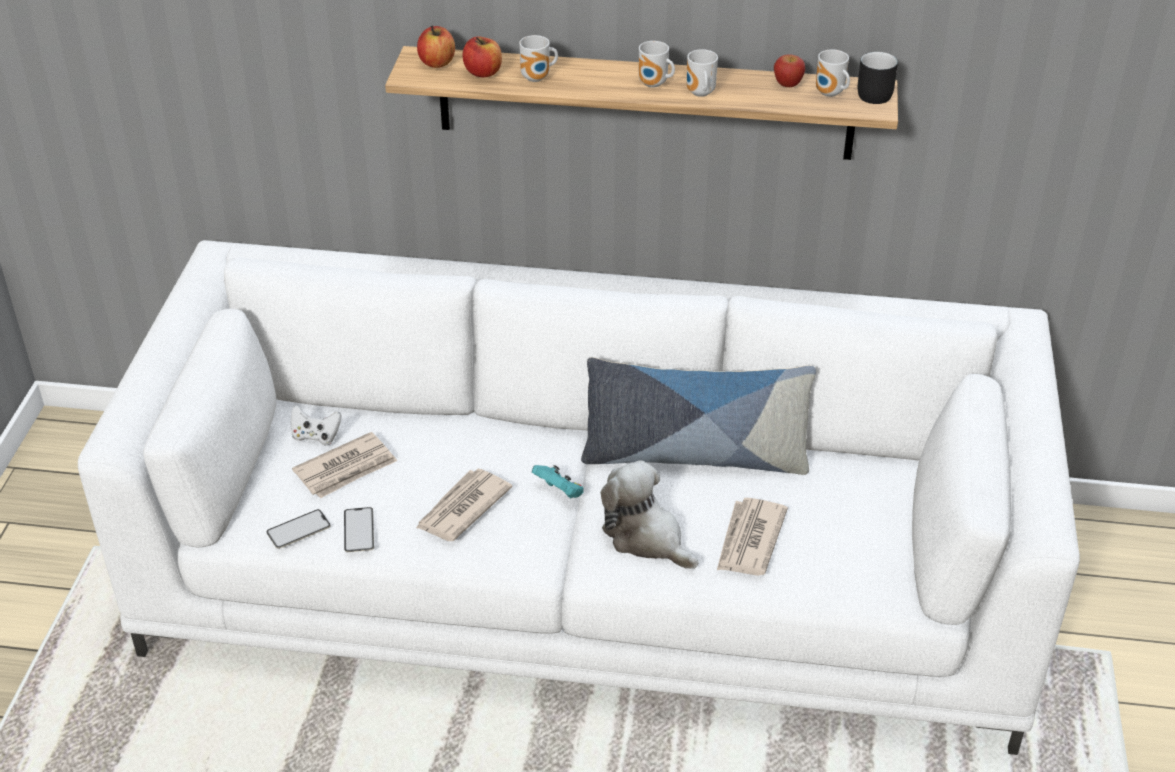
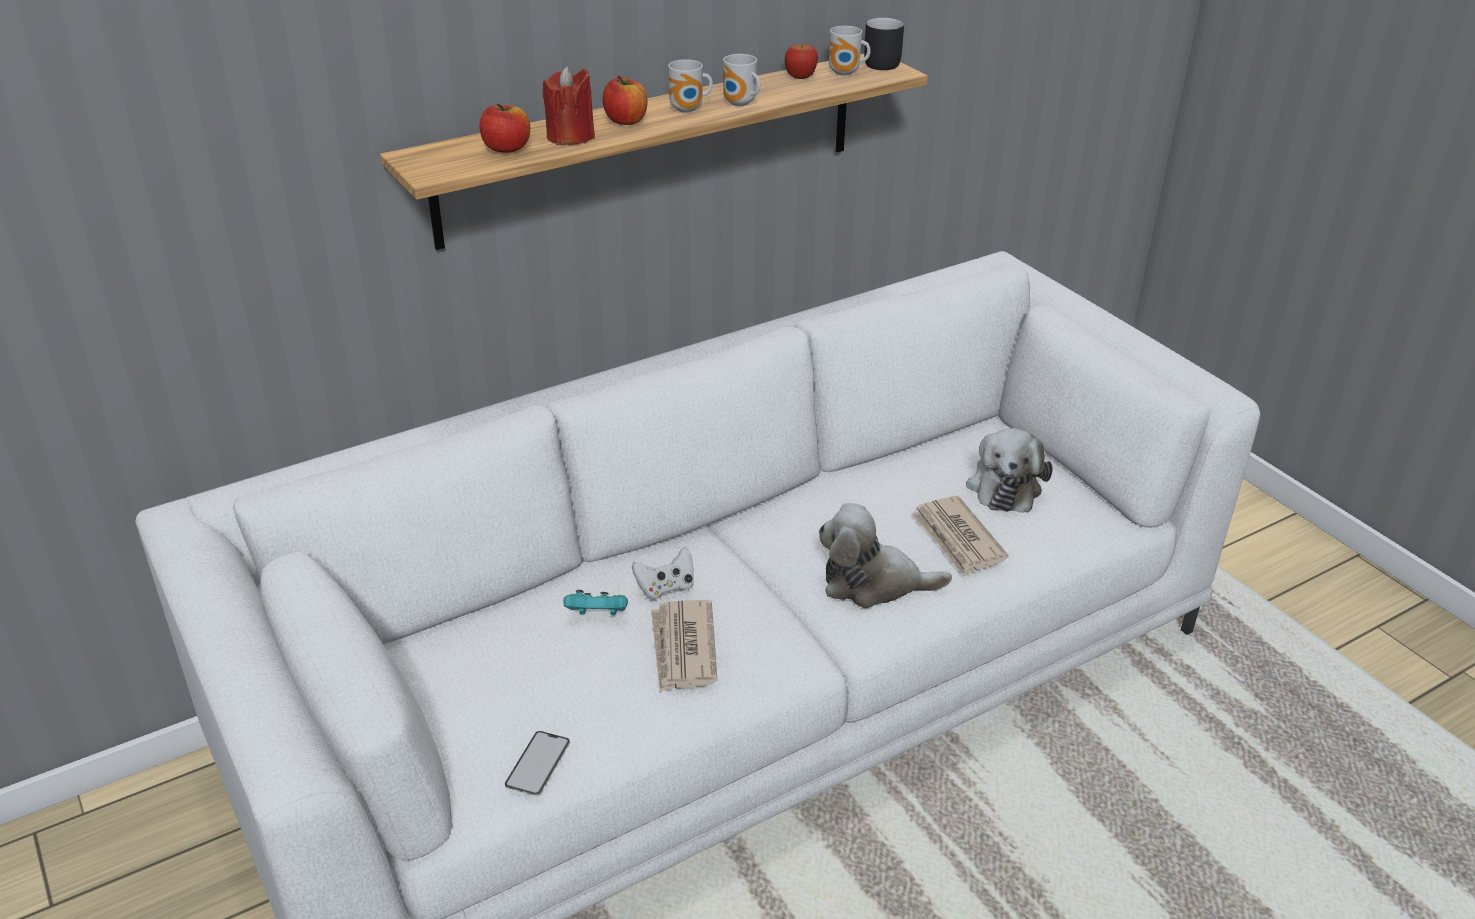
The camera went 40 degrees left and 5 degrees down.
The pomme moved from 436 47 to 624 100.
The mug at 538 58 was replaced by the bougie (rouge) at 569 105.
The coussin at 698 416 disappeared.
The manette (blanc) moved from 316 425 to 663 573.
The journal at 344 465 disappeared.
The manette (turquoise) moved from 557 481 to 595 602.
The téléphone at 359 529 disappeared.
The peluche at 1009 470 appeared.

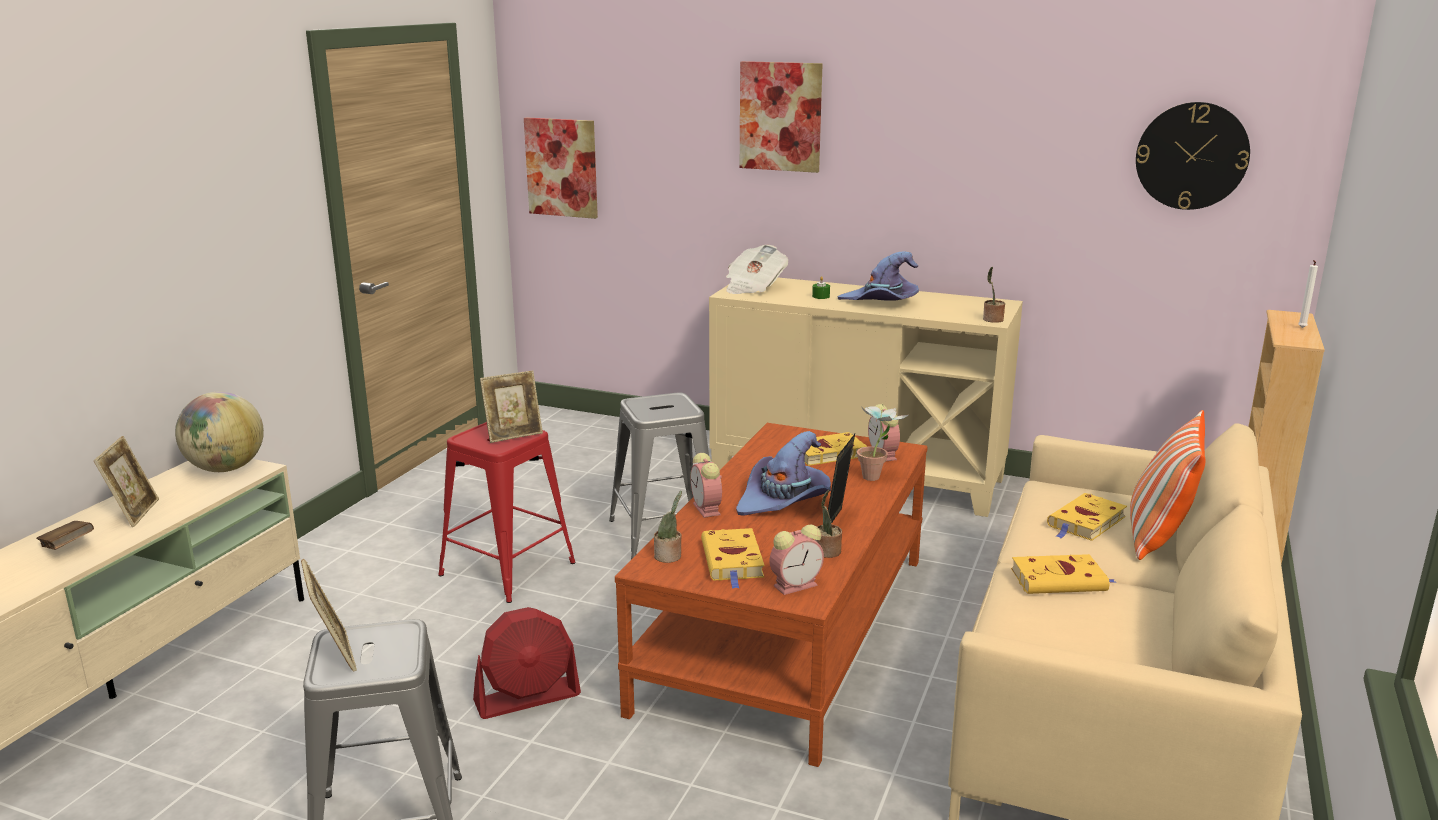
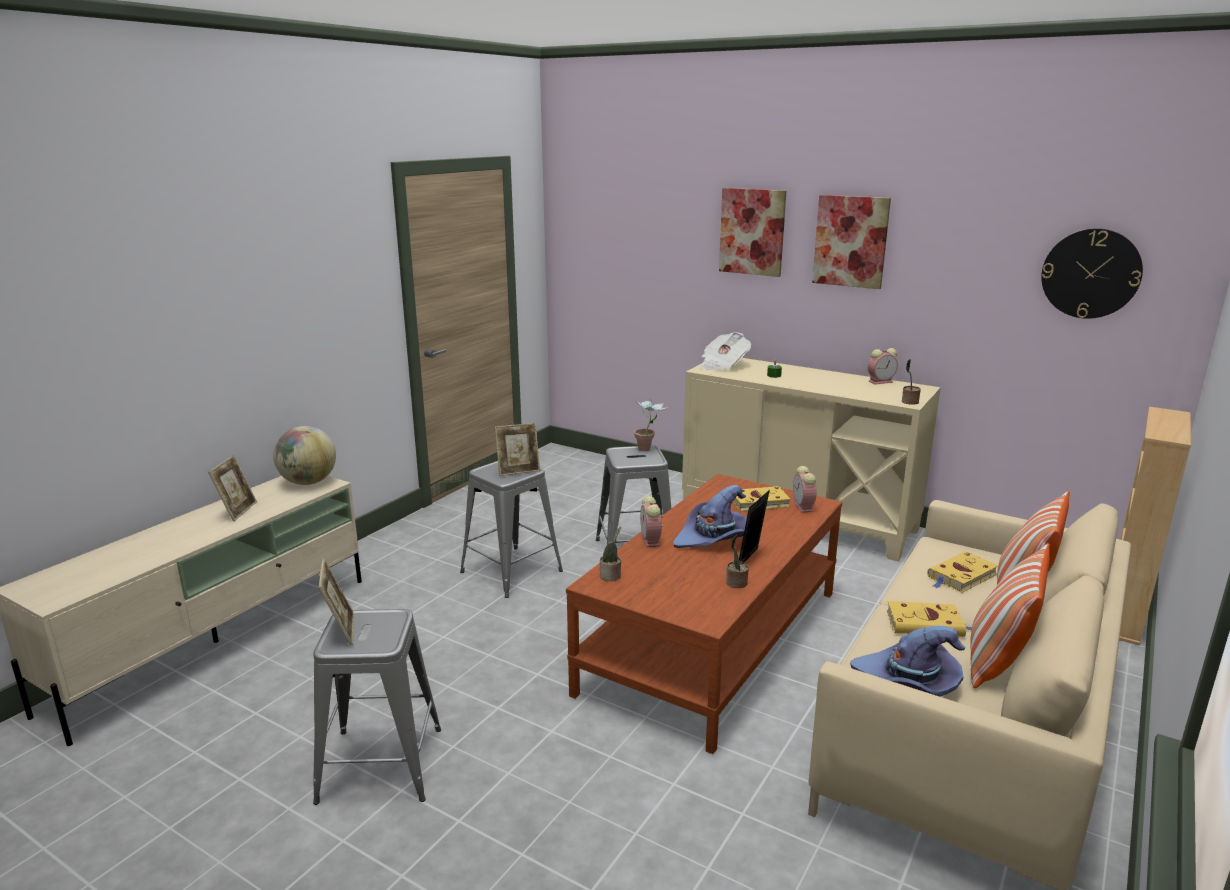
The camera went 10 degrees right and 0 degrees up.
The tableau moved from 561 168 to 851 242.
The chapeau (violet) moved from 878 276 to 907 661.
The bougie (blanc) at 1308 294 disappeared.
The plante en pot moved from 883 442 to 651 425.
The tabouret (rouge) at 507 512 became the tabouret (gris) at 511 529.
The livre (marron) at 65 535 disappeared.
The réveil moved from 796 560 to 883 366.
The livre (jaune) at 733 558 disappeared.
The ventilateur (rouge) at 527 663 disappeared.
The coussin at 1010 615 appeared.

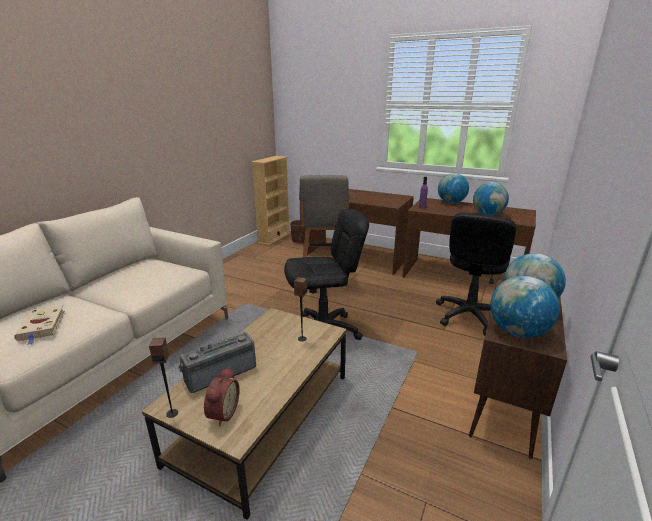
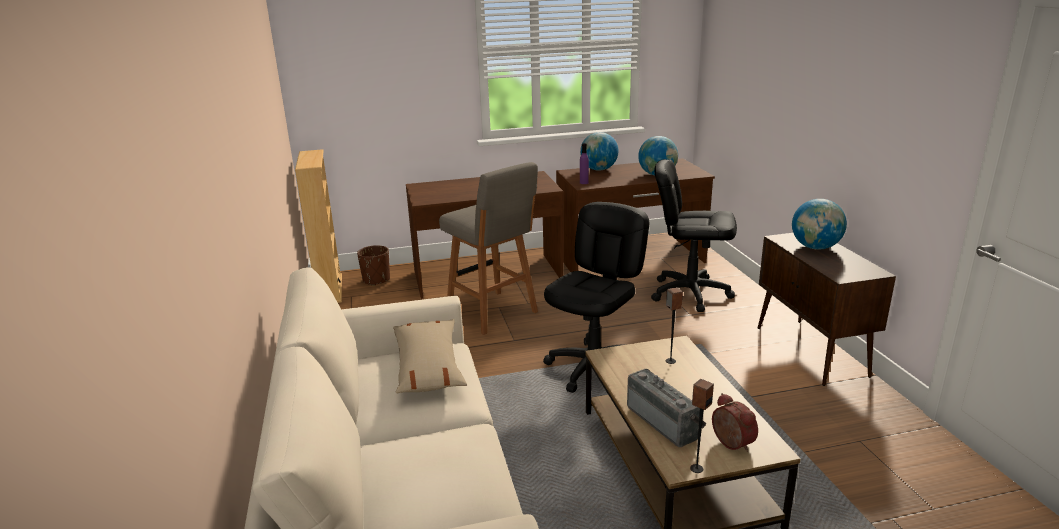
The camera went 40 degrees left and 0 degrees up.
The chaise de bureau (noir) at 476 274 turned 120 degrees clockwise.
The globe at 525 307 disappeared.
The livre (beige) at 39 325 disappeared.
The radio at 217 362 turned 135 degrees clockwise.
The coussin (beige) at 430 356 appeared.

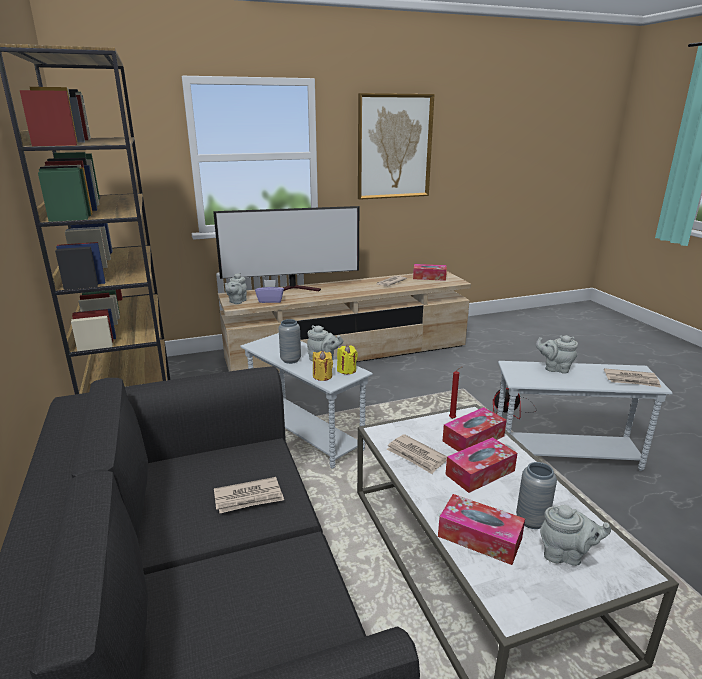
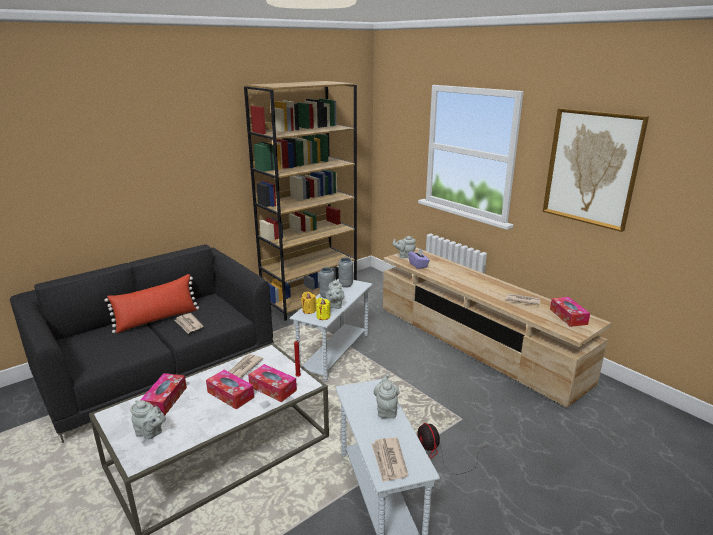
The camera went 70 degrees right and 0 degrees up.
The téléviseur at 286 248 disappeared.
The vase (gris) moved from 536 495 to 345 273.
The théière (gris) at 575 535 turned 60 degrees counterclockwise.
The coussin (rouge) at 151 303 appeared.

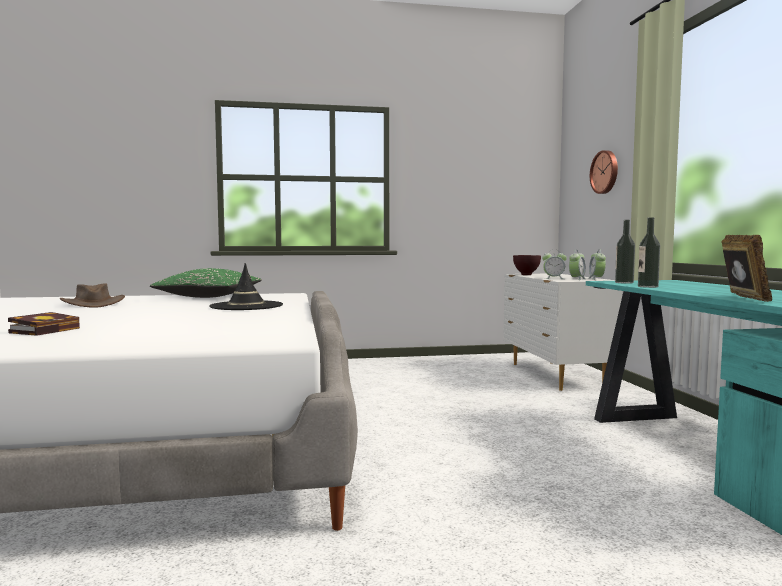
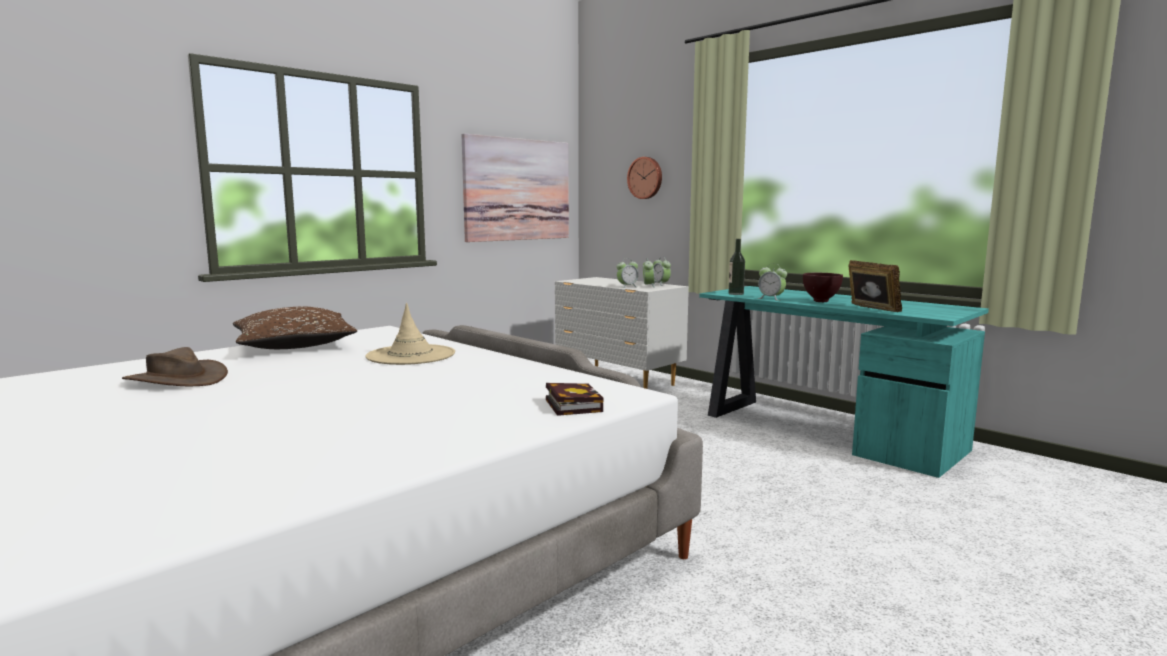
The camera went 35 degrees left and 5 degrees up.
The bouteille at 649 252 was replaced by the réveil at 772 282.
The bol (marron) moved from 527 265 to 823 287.
The chapeau (noir) at 246 286 became the chapeau (beige) at 410 334.
The coussin (vert) at 206 283 became the coussin (marron) at 295 328.
The livre moved from 44 324 to 575 399.
The tableau at 515 187 appeared.

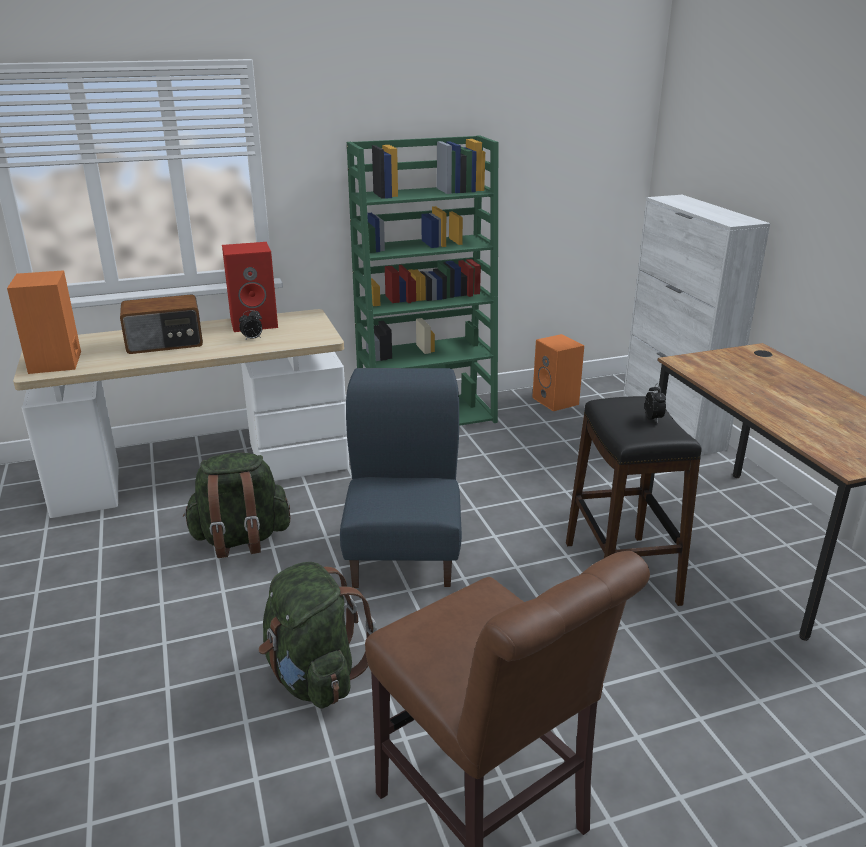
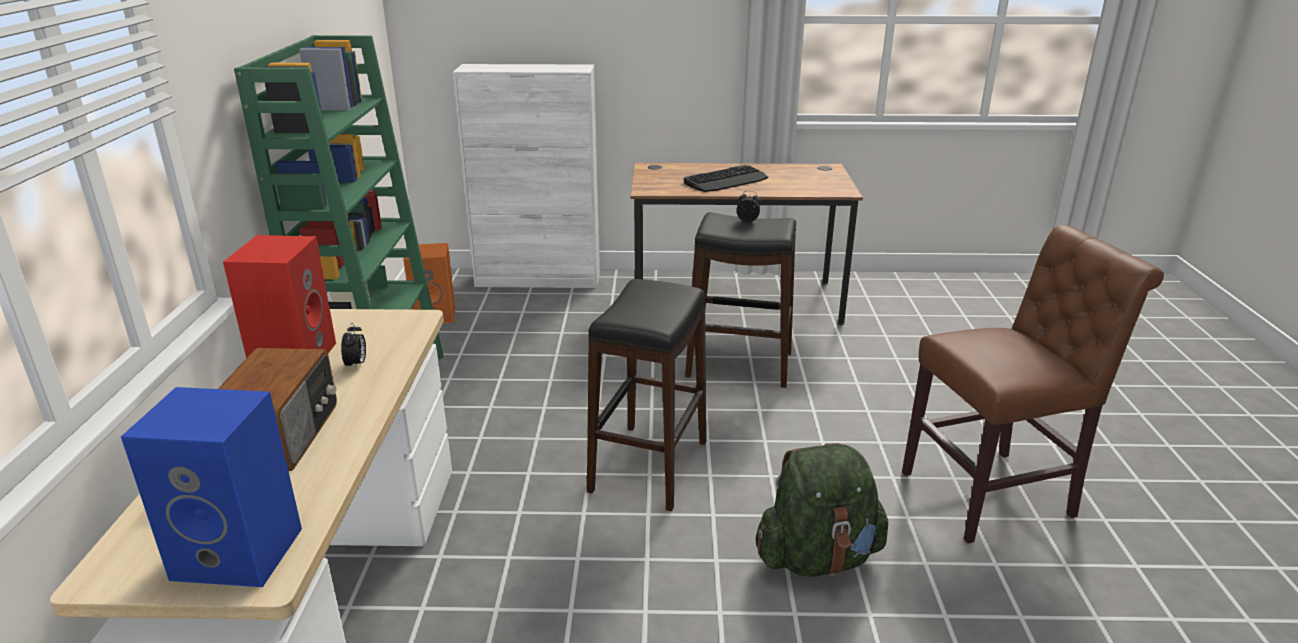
The camera went 70 degrees left and 0 degrees up.
The enceinte (orange) at 44 322 became the enceinte (bleu) at 211 487.
The chaise (bleu) at 401 478 was replaced by the tabouret (noir) at 647 395.
The sac à dos (vert) at 236 505 disappeared.
The clavier at 726 178 appeared.

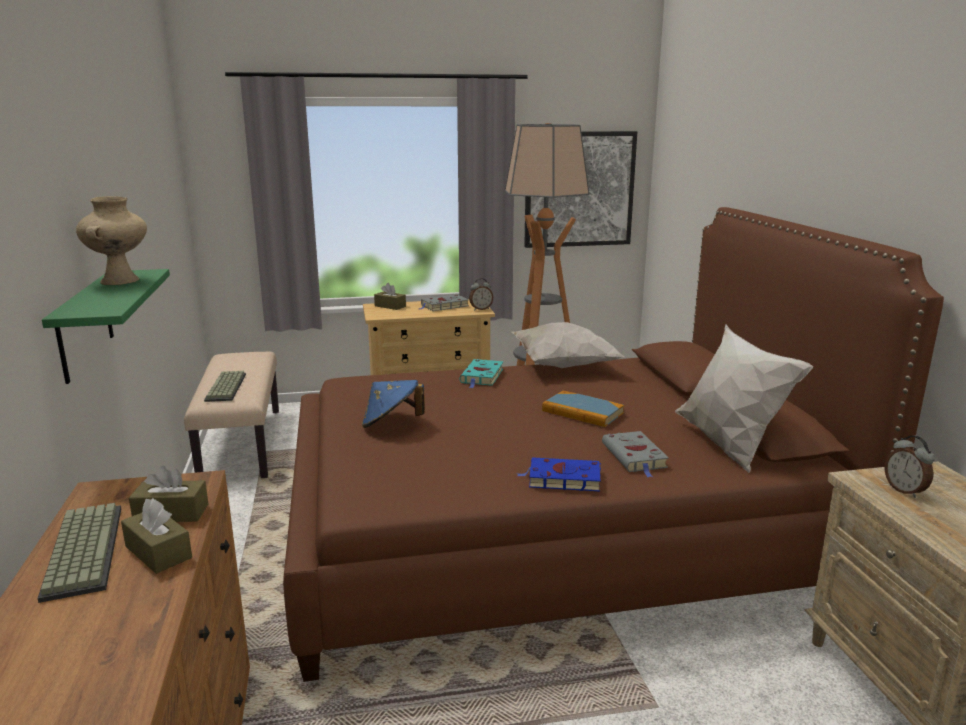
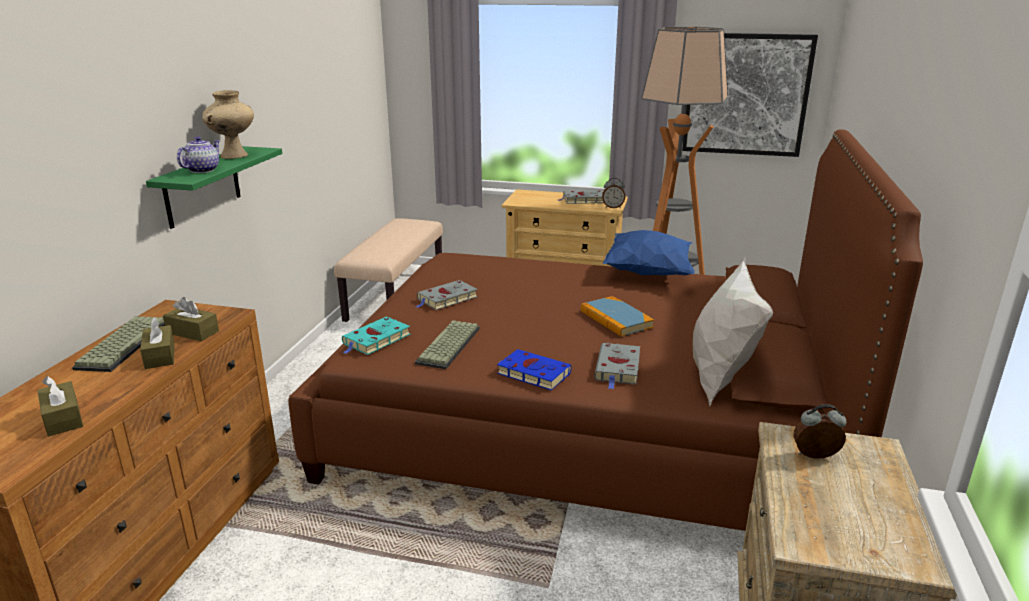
The camera went 25 degrees right and 5 degrees up.
The boîte à mouchoirs (marron) moved from 390 296 to 60 406.
The coussin (blanc) at 568 345 became the coussin (bleu) at 648 252.
The livre (turquoise) moved from 481 373 to 376 336.
The clavier moved from 225 386 to 447 344.
The chapeau (bleu) at 393 404 was replaced by the livre (gris) at 447 295.
The réveil at 909 466 turned 90 degrees clockwise.
The théière at 198 155 appeared.

